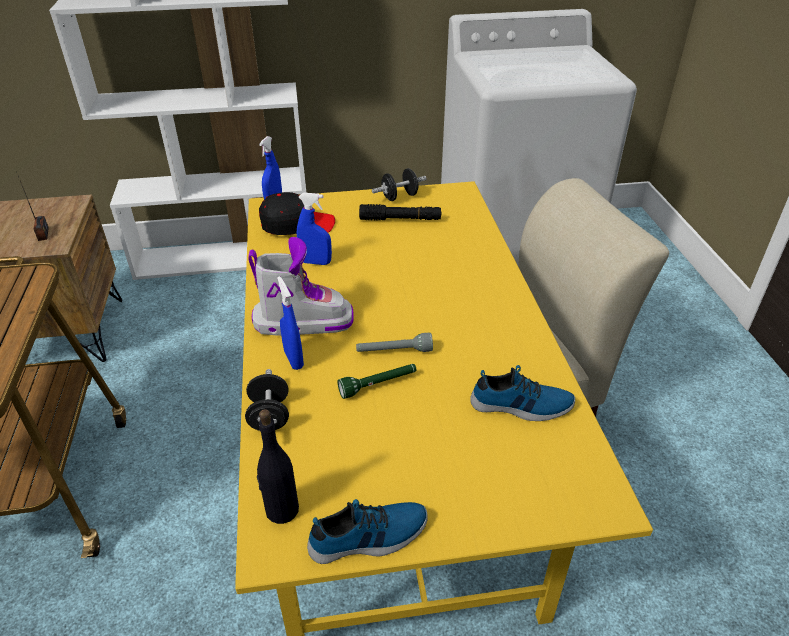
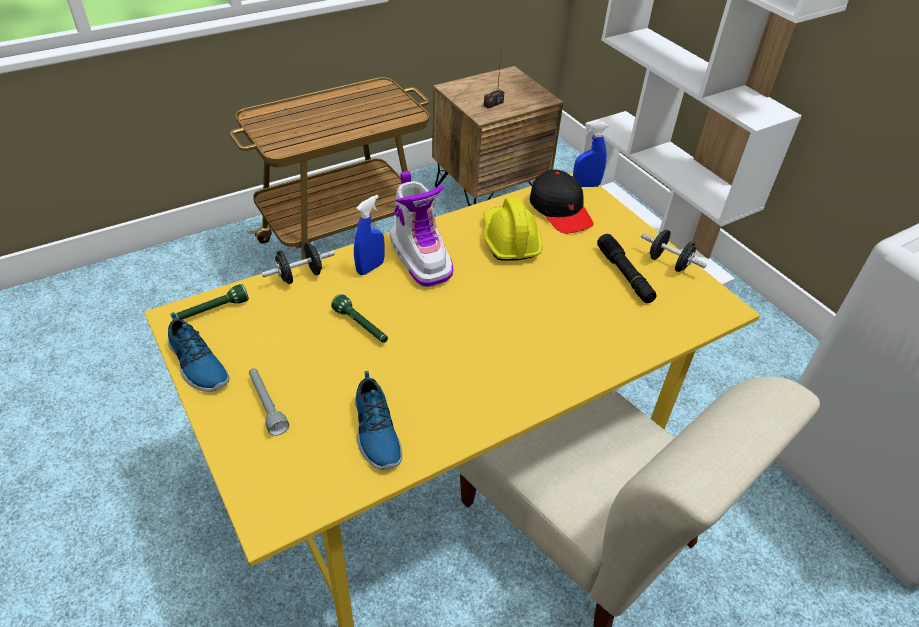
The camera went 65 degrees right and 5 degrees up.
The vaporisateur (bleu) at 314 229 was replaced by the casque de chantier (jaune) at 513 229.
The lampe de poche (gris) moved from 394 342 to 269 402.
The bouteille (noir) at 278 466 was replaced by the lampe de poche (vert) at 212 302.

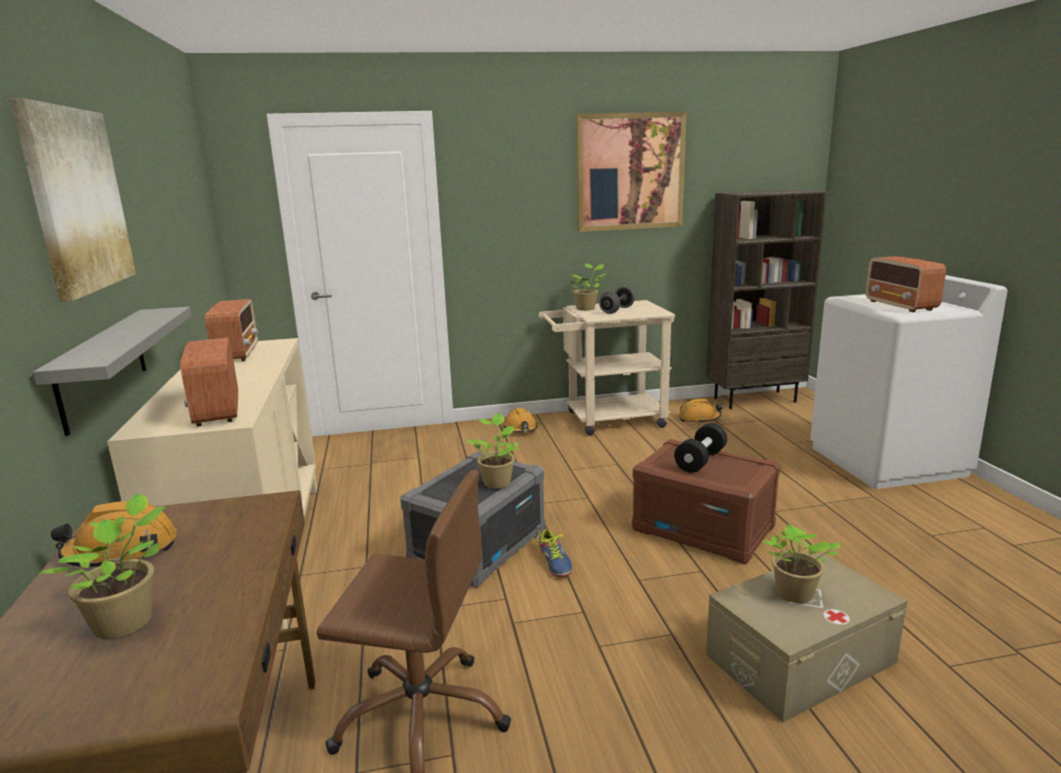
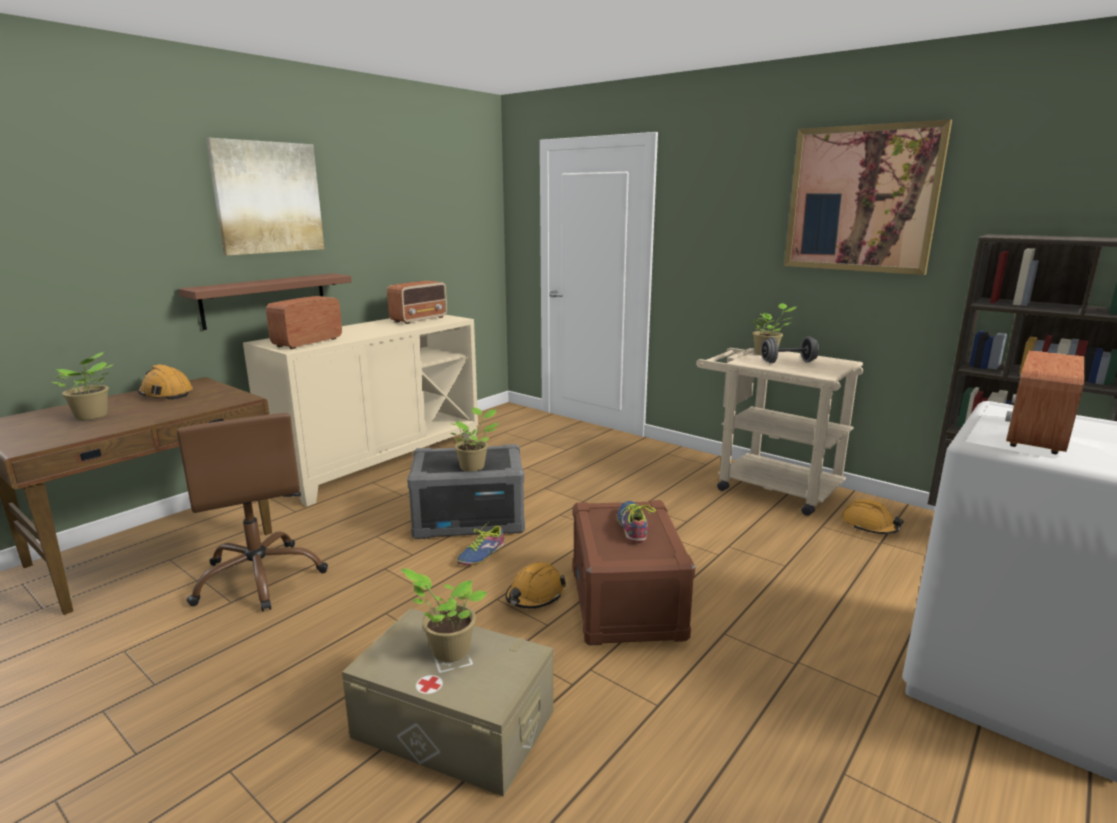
The camera went 50 degrees right and 0 degrees up.
The étagère (gris) at 112 371 became the étagère (marron) at 265 301.
The casque de chantier (orange) moved from 520 420 to 535 585.
The haltère (noir) at 700 448 was replaced by the chaussure at 636 521.

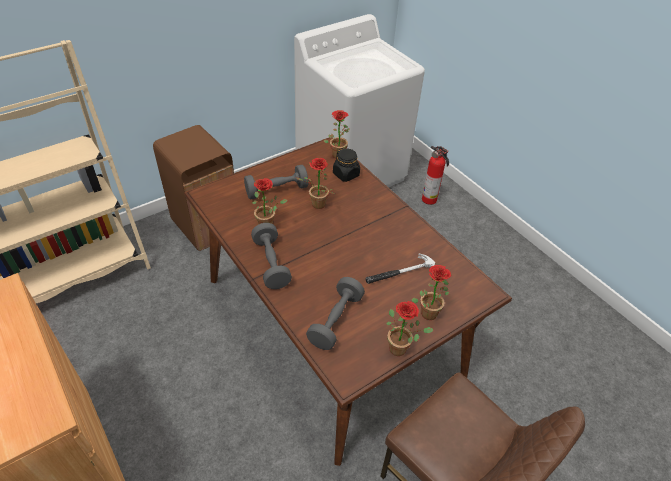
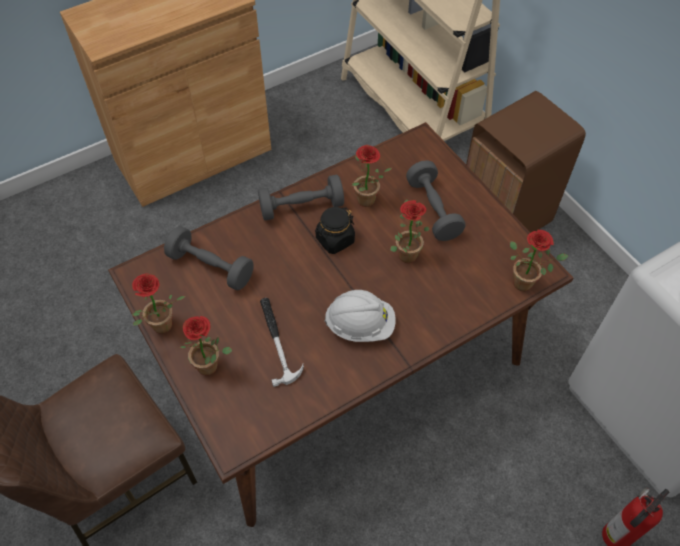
The camera went 95 degrees right and 10 degrees up.
The bocal (noir) moved from 346 165 to 335 230.
The casque de chantier (blanc) at 360 316 appeared.

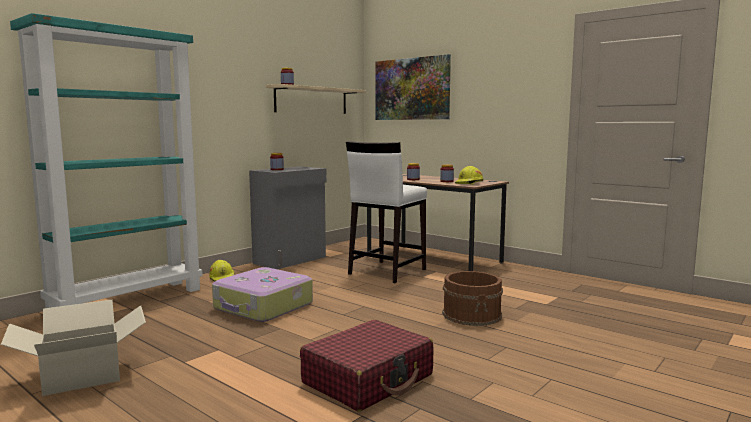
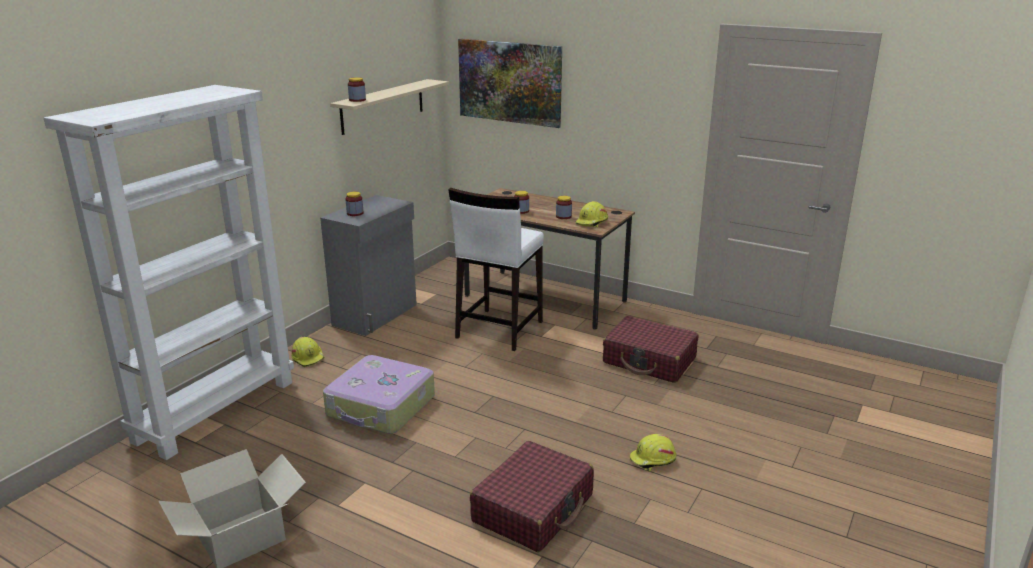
The camera went 10 degrees left and 15 degrees up.
The bibliothèque (turquoise) at 106 160 became the bibliothèque (blanc) at 169 272.
The seau (marron) at 472 298 disappeared.
The valise (rouge) at 651 349 appeared.
The casque de chantier (jaune) at 653 452 appeared.

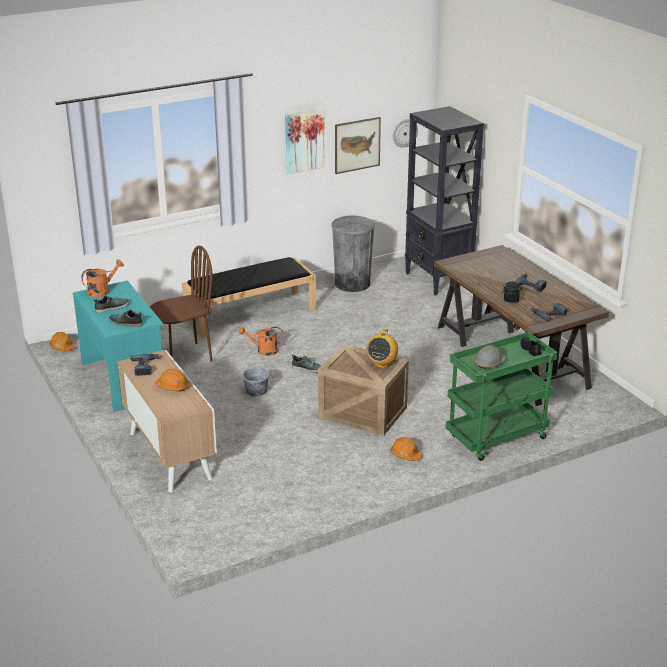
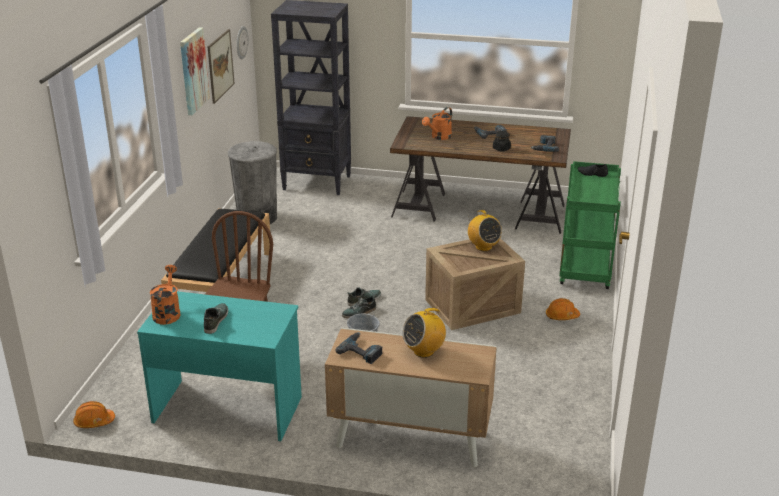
The camera went 50 degrees left and 0 degrees up.
The chaussure moved from 126 318 to 359 306.
The arrosoir (orange) moved from 261 341 to 437 123.
The casque de chantier (gris) at 490 357 disappeared.
The casque de chantier (orange) at 172 379 was replaced by the radio at 424 333.

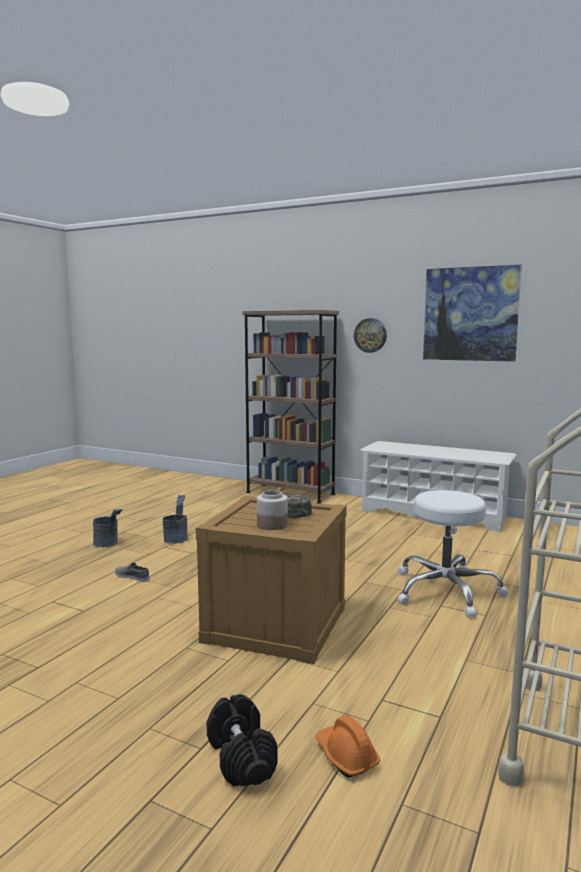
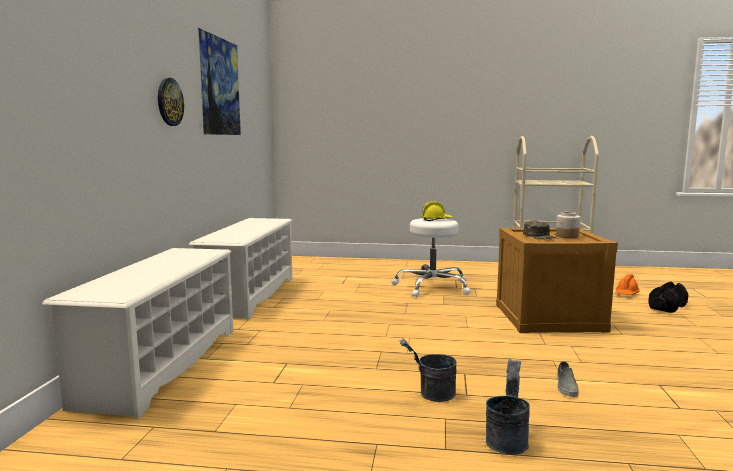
The camera went 110 degrees left and 0 degrees up.
The bibliothèque (marron) at 290 406 was replaced by the étagère à chaussures (blanc) at 137 333.
The casque de chantier (jaune) at 437 211 appeared.

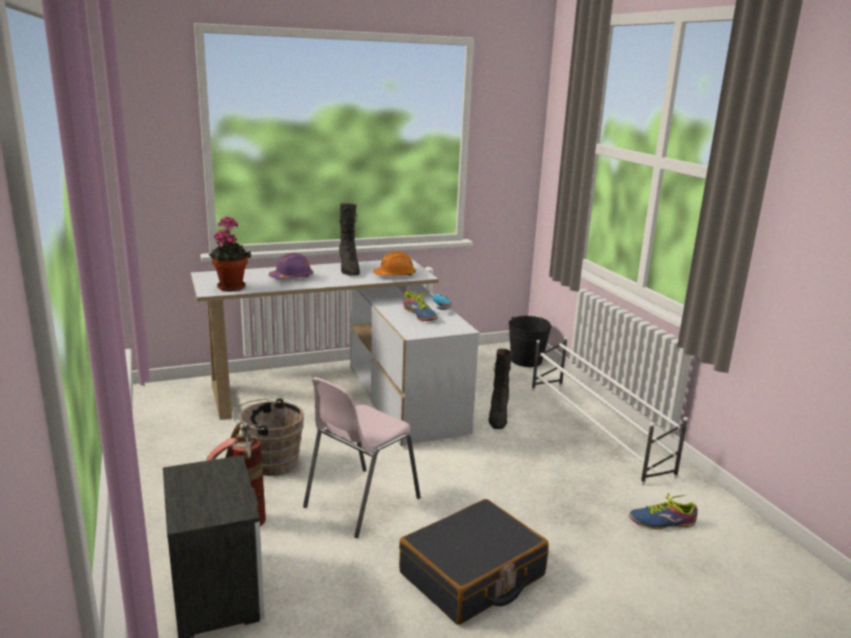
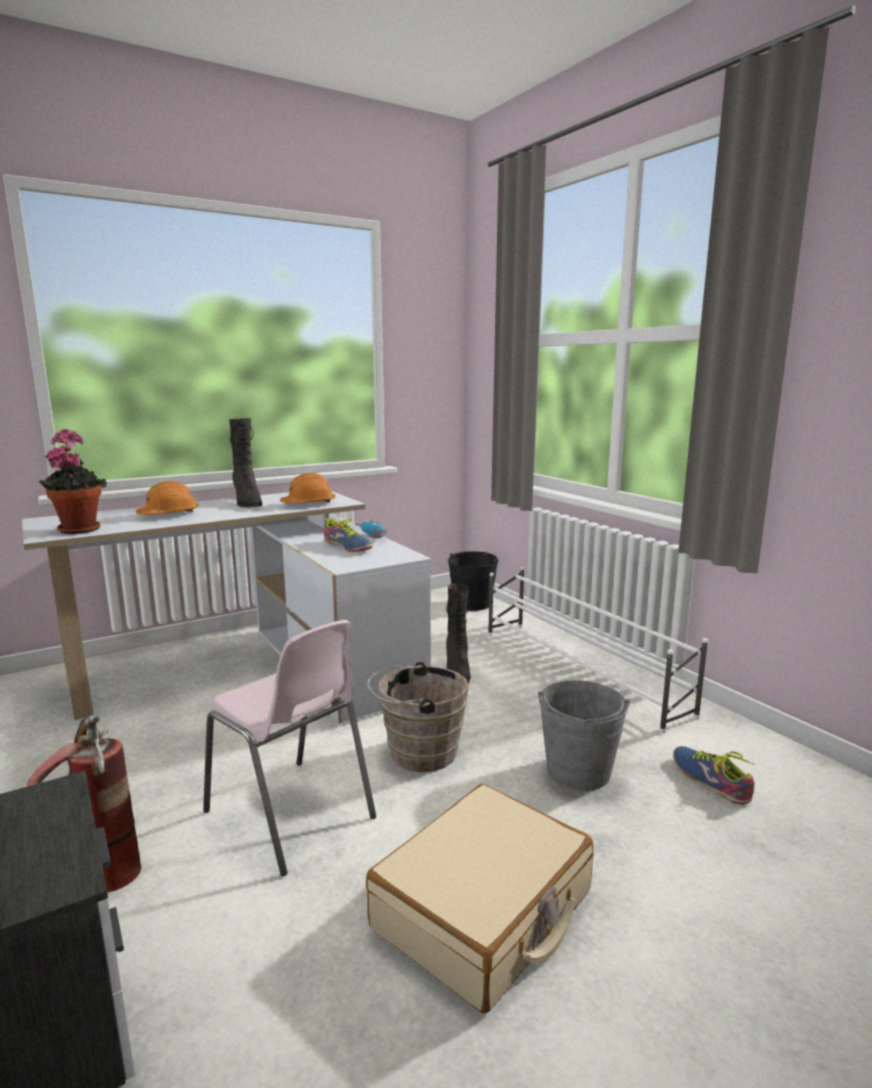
The camera went 10 degrees left and 5 degrees down.
The casque de chantier (violet) at 291 266 became the casque de chantier (orange) at 167 498.
The chaise (rose) at 362 457 turned 75 degrees counterclockwise.
The seau (marron) moved from 268 437 to 418 716.
The chaussure at 663 511 turned 75 degrees clockwise.
The valise (noir) at 474 562 became the valise (beige) at 480 898.
The seau (gris) at 584 735 appeared.

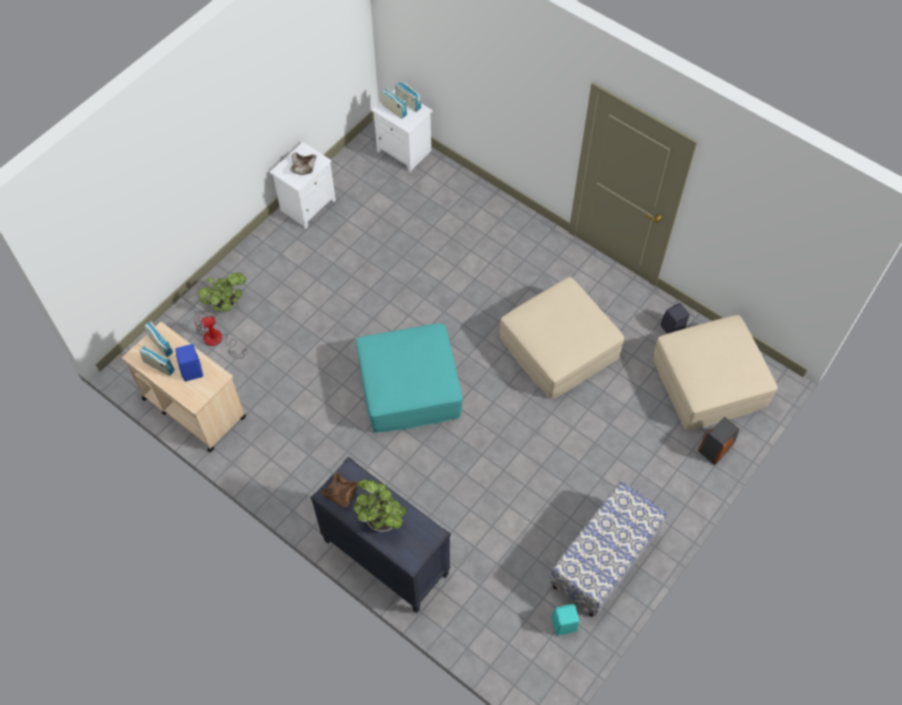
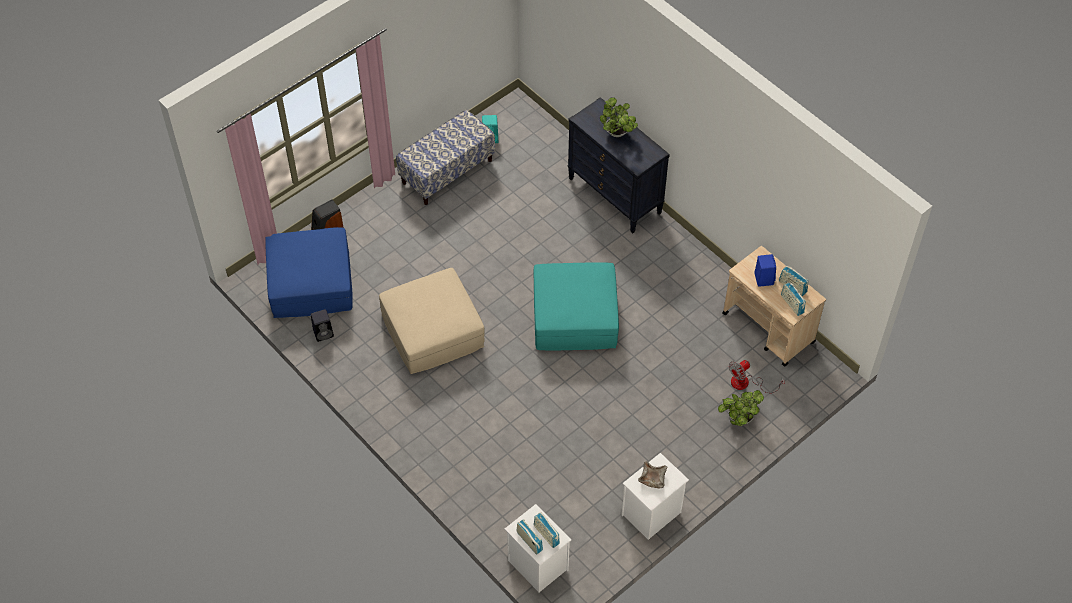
The camera went 170 degrees left and 5 degrees down.
The ventilateur at 220 336 turned 150 degrees clockwise.
The pouf (beige) at 716 372 became the pouf (bleu) at 309 272.
The bol (marron) at 340 490 disappeared.

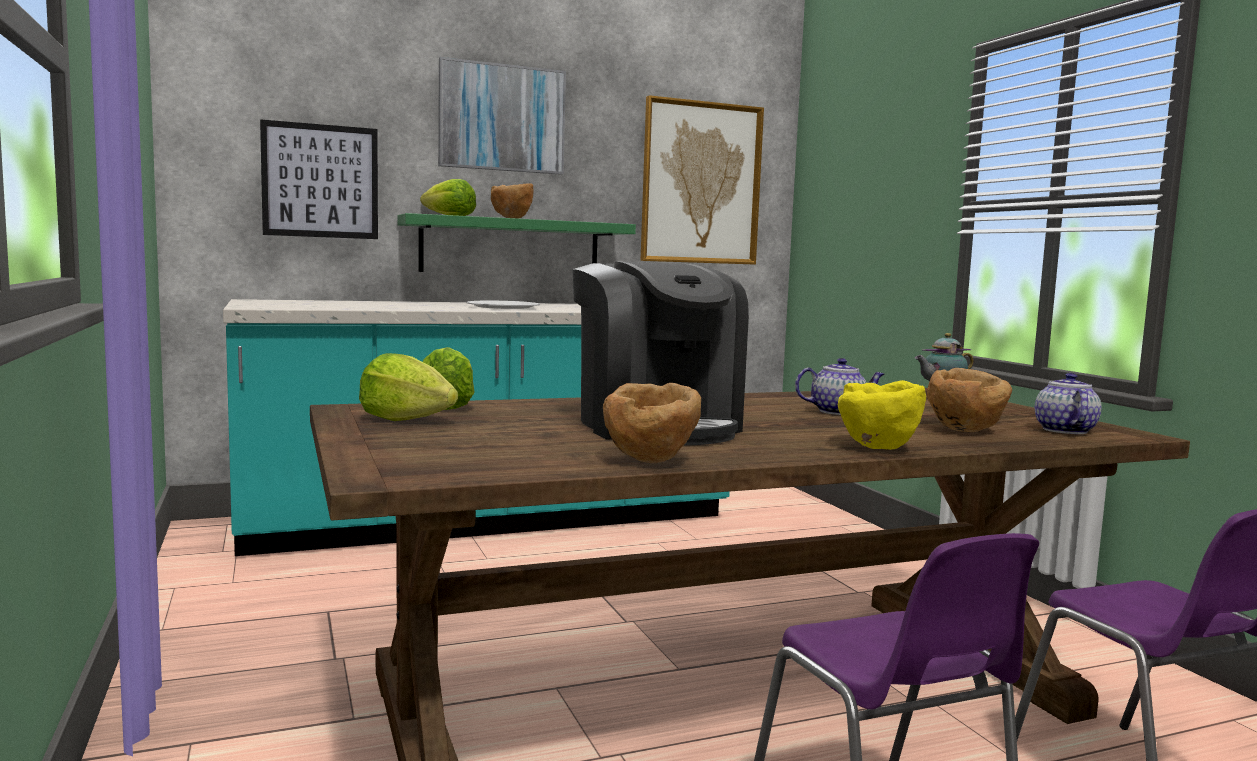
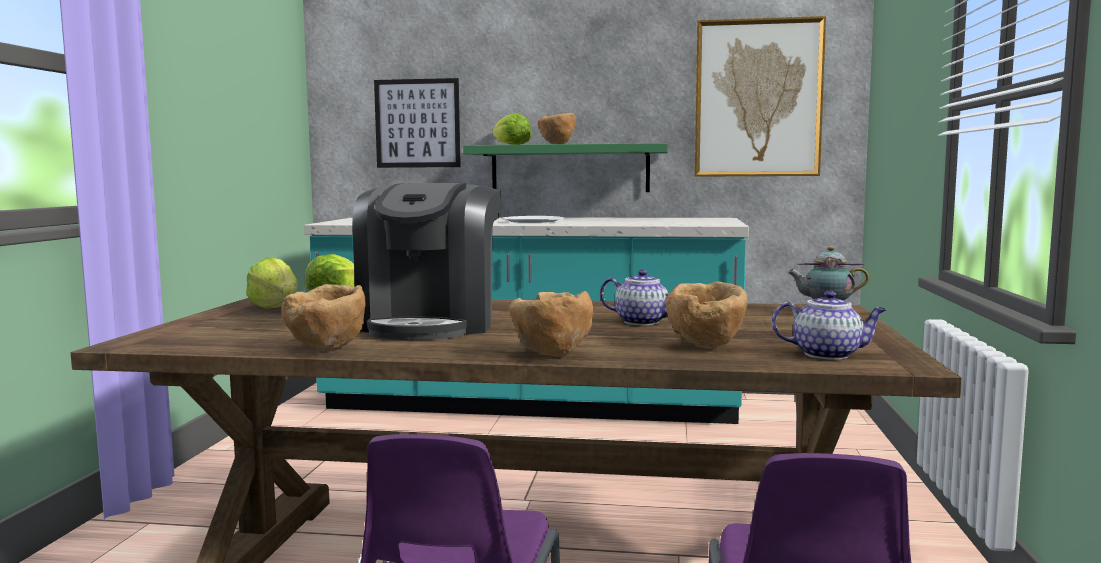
The camera went 30 degrees right and 0 degrees up.
The tableau at 502 116 disappeared.
The théière at 1068 403 turned 60 degrees clockwise.
The bol (jaune) at 882 415 became the bol (marron) at 551 324.

